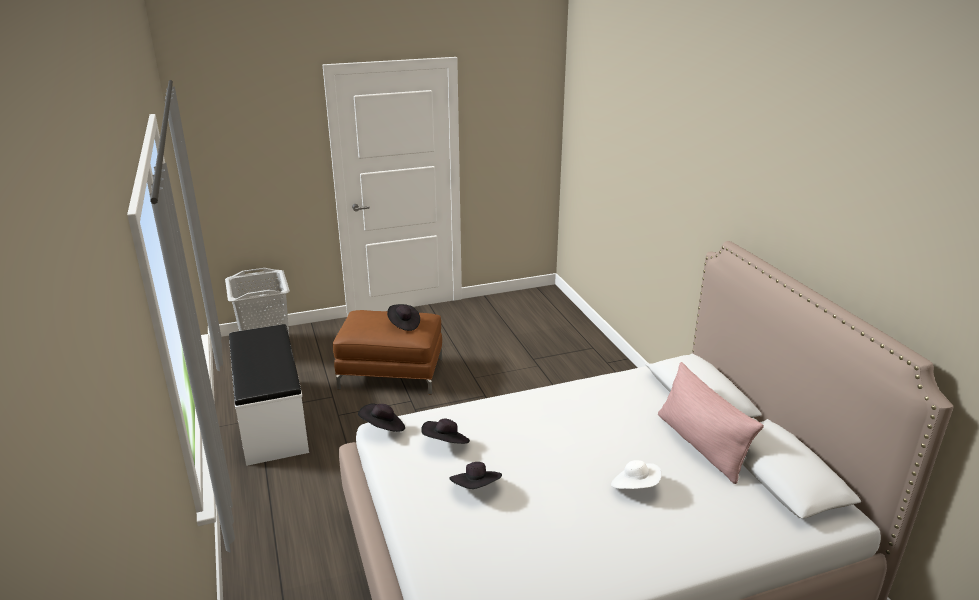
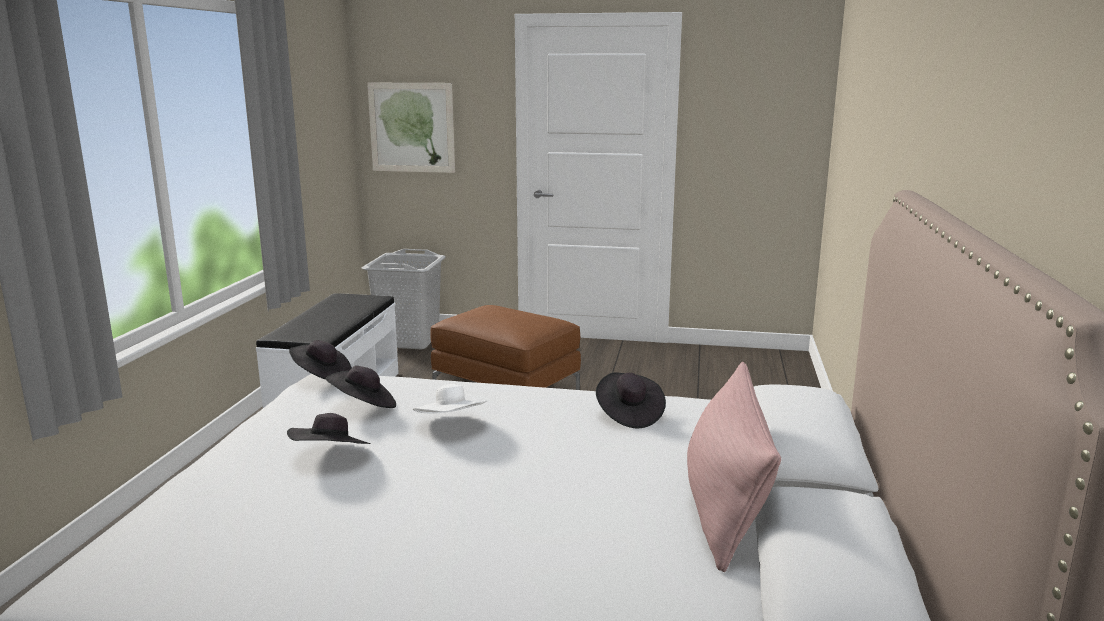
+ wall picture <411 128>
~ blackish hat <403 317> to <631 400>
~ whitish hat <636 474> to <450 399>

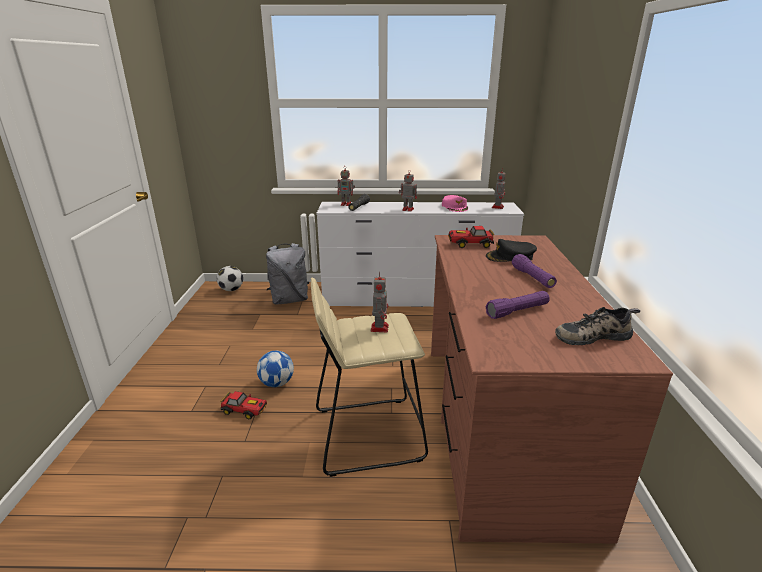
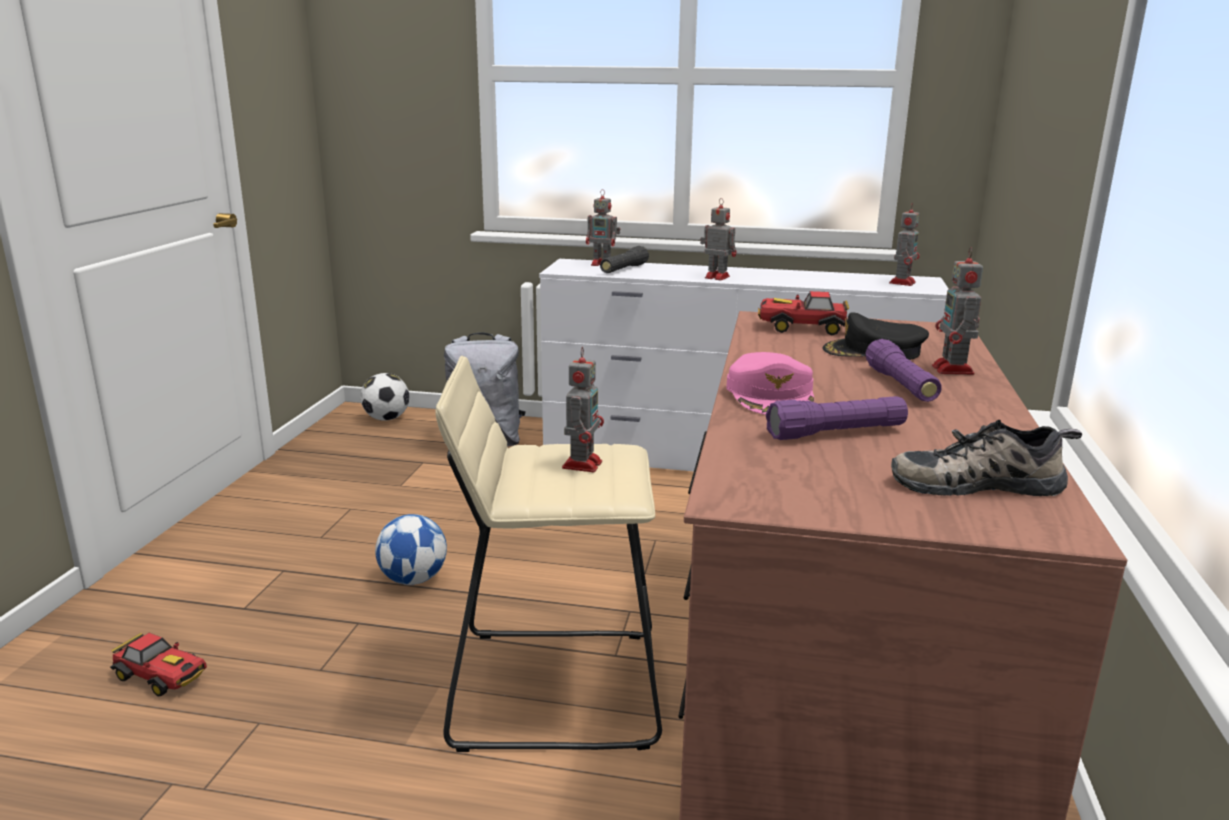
+ toy robot <957 311>
~ miniature car <243 405> to <158 664>
~ pink baseball cap <455 203> to <770 383>

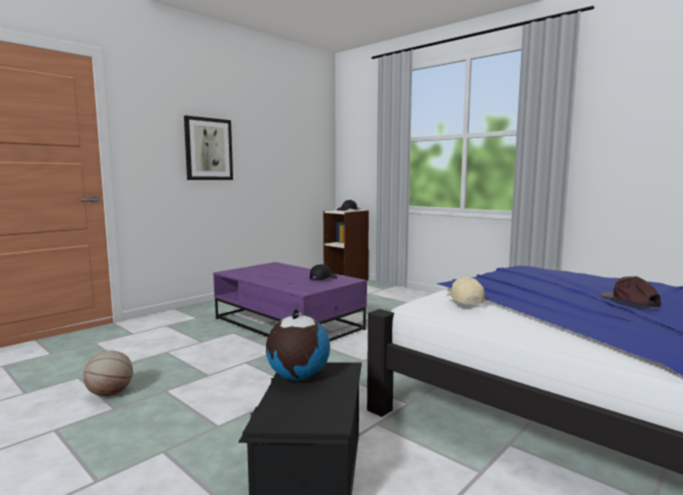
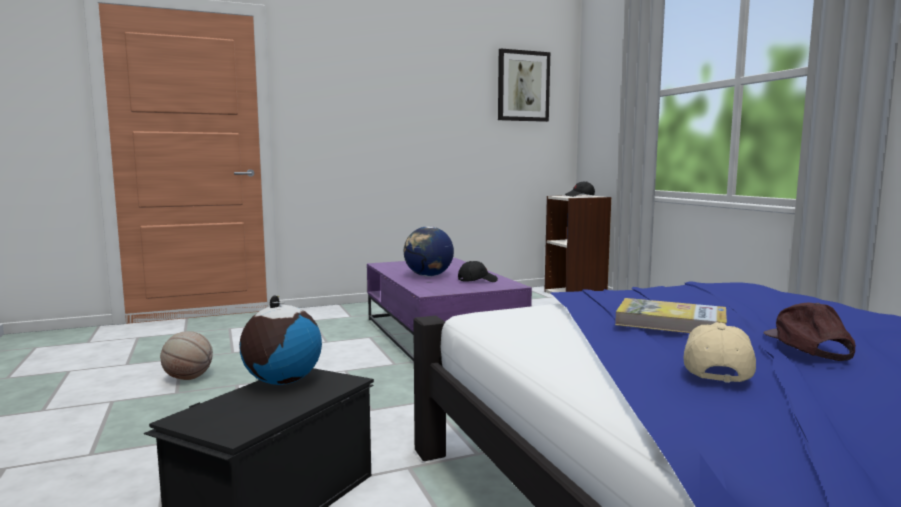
+ world globe <429 251>
+ book <671 315>
~ wall picture <208 148> to <524 85>
~ beige baseball cap <465 290> to <720 352>

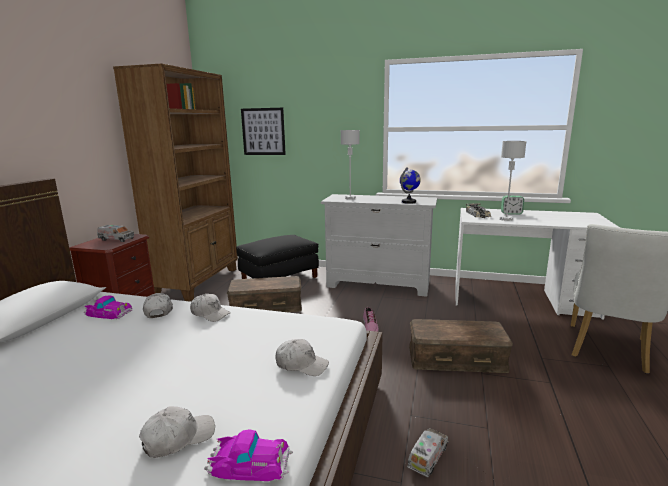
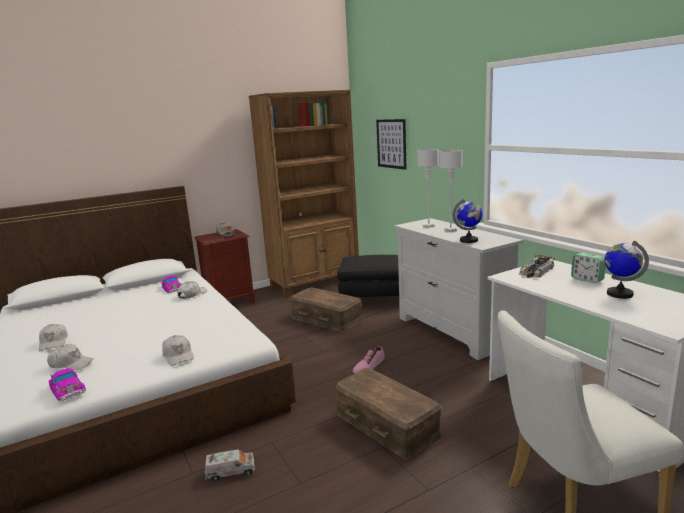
+ world globe <627 270>
~ whitish baseball cap <210 308> to <53 337>
~ grey tabletop lamp <512 181> to <451 191>

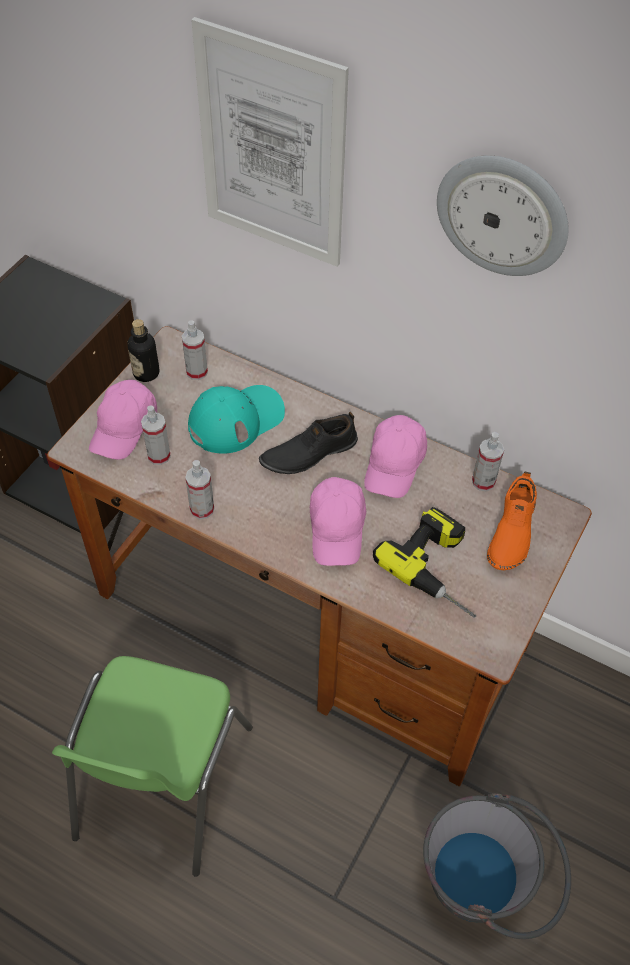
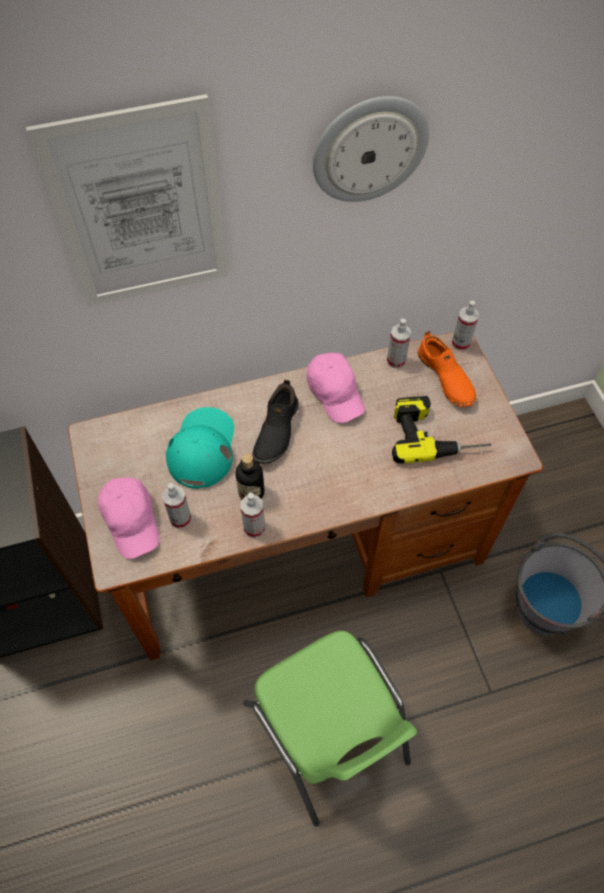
- pink baseball cap <338 521>
~ bottle <143 350> to <250 476>
~ sprayer <195 350> to <465 326>

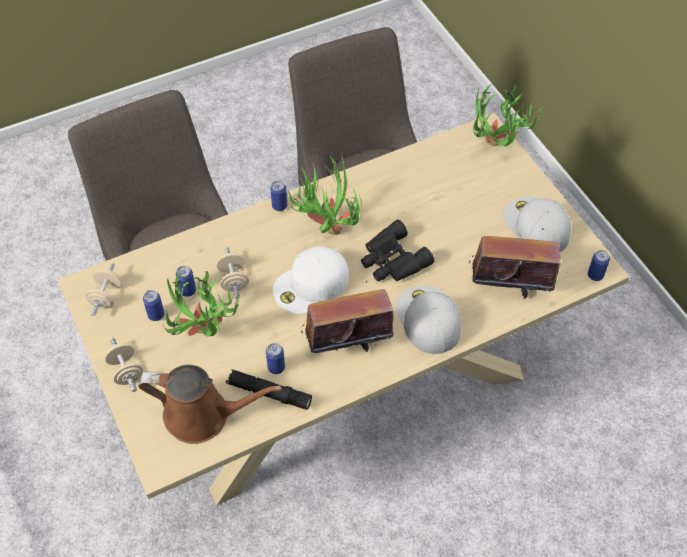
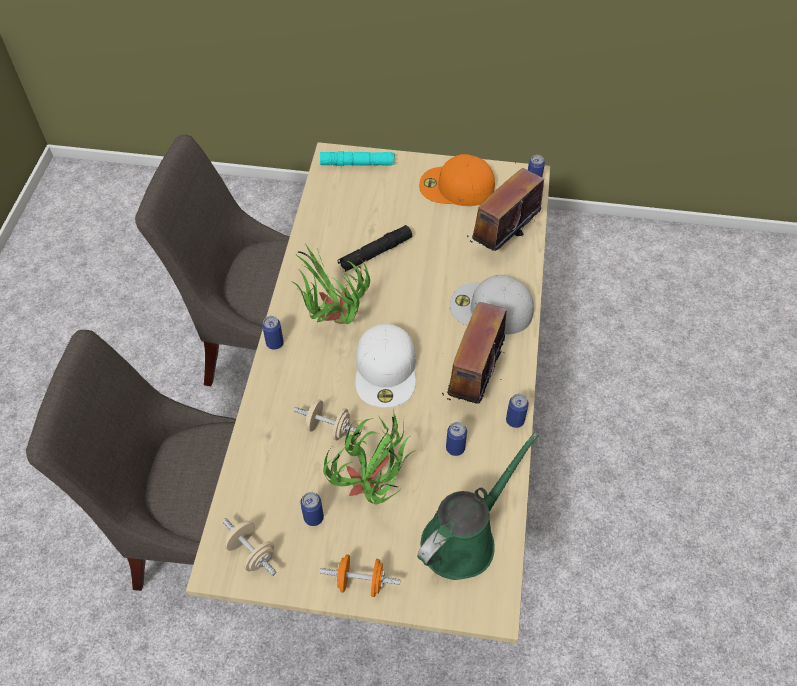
- blackish field glasses <397 250>
~ metal can <186 281> to <517 411>
~ blackish hand torch <269 389> to <375 248>
~ plant in a pot <507 115> to turquoise hand torch <357 158>
~ beige dumbbell <123 365> to orange dumbbell <360 575>
~ brown sprinkling can <210 404> to green sprinkling can <478 506>
~ whitish baseball cap <537 224> to orange baseball cap <457 180>

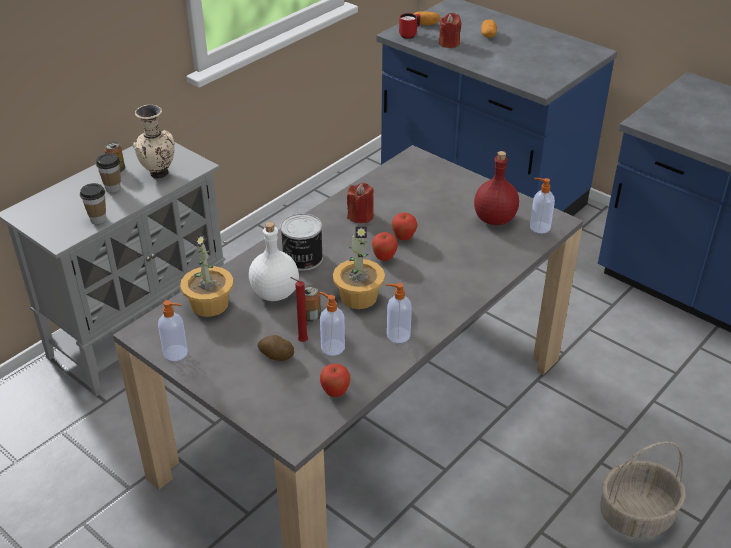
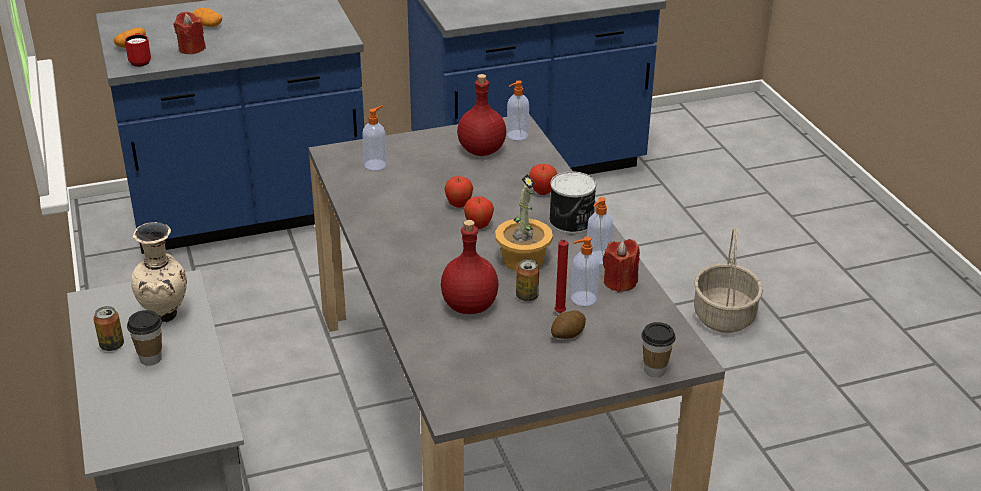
- plant in a pot <206 275>
~ small cup <93 203> to <658 349>
~ liquid soap bottle <173 330> to <374 138>
~ metal can <301 242> to <572 202>
~ apple <335 380> to <543 179>
~ red candle <360 203> to <621 265>
~ whitish bottle <274 261> to red bottle <470 267>

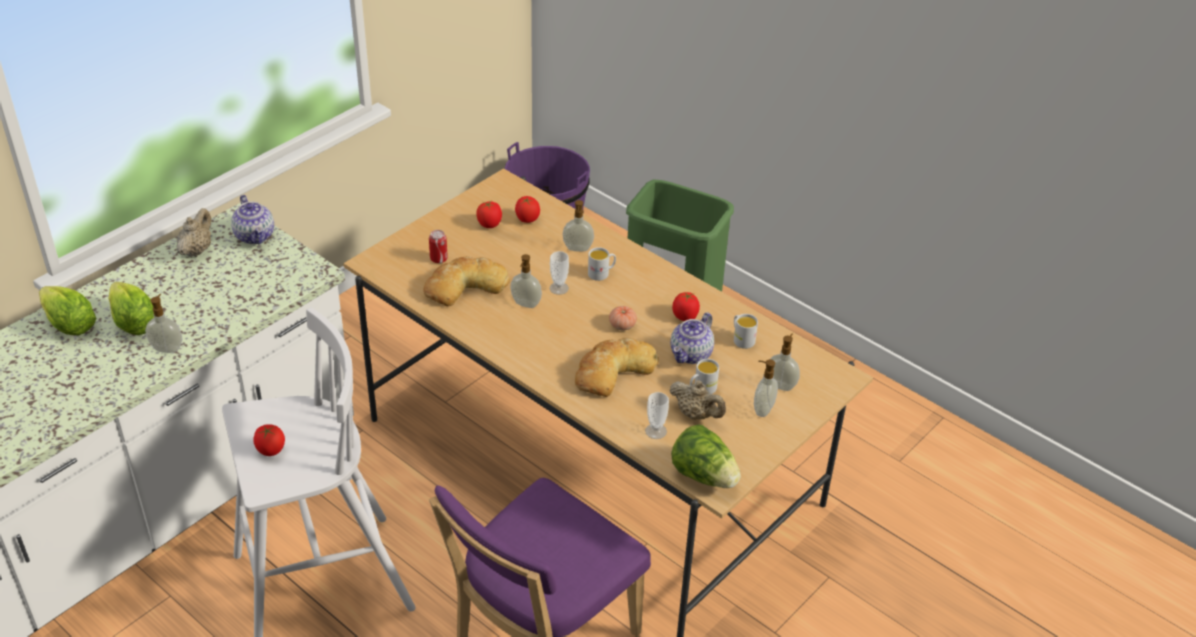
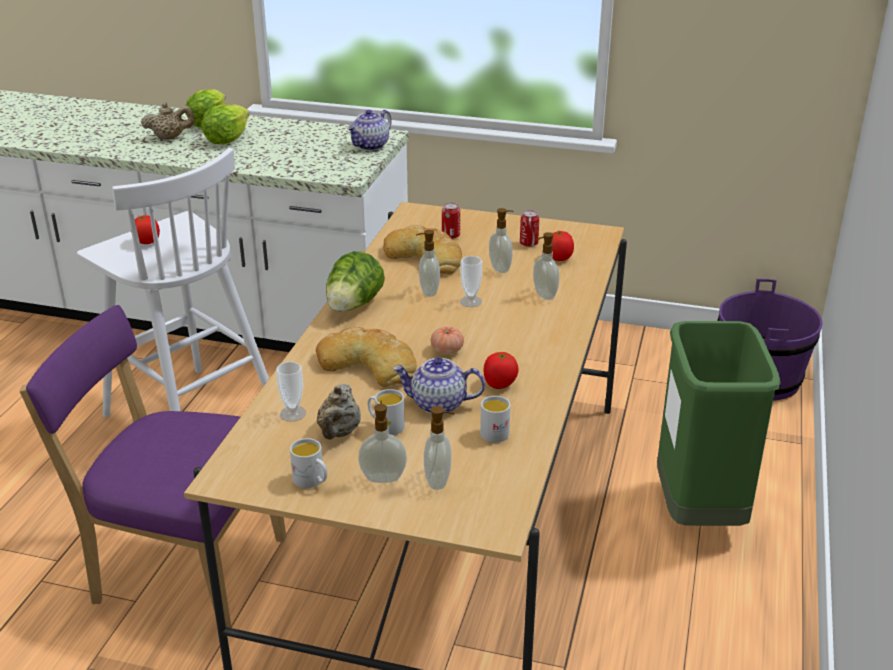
~ liquid soap bottle <163 323> to <501 240>
~ beige teapot <194 232> to <168 121>
~ whitish mug <602 264> to <308 463>
~ lettuce head <706 456> to <355 281>
~ tomato <489 214> to metal can <529 228>

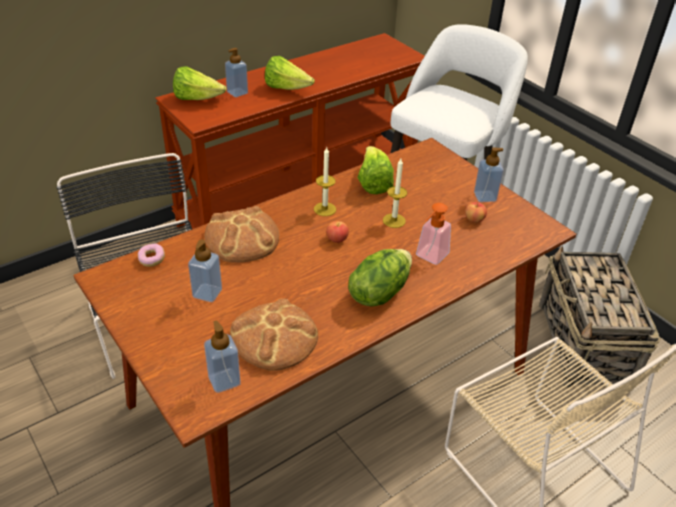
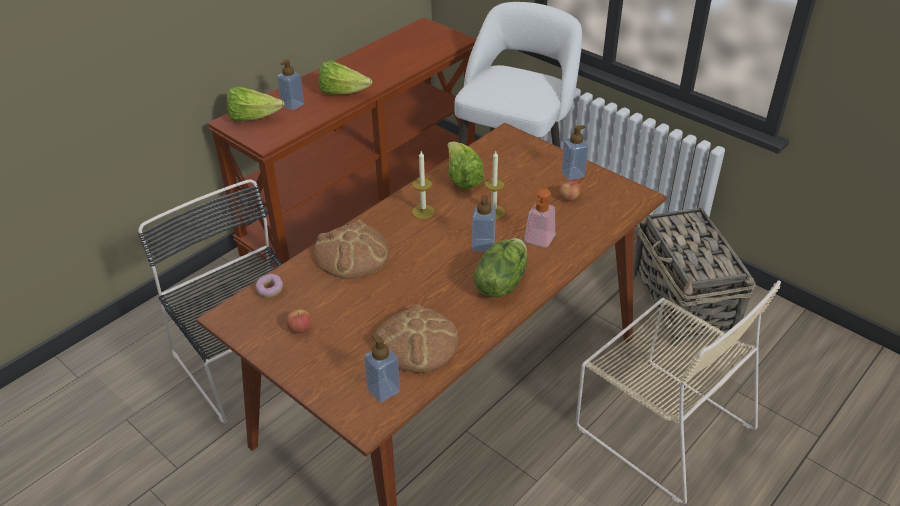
~ liquid soap bottle <205 271> to <484 223>
~ apple <337 232> to <299 321>

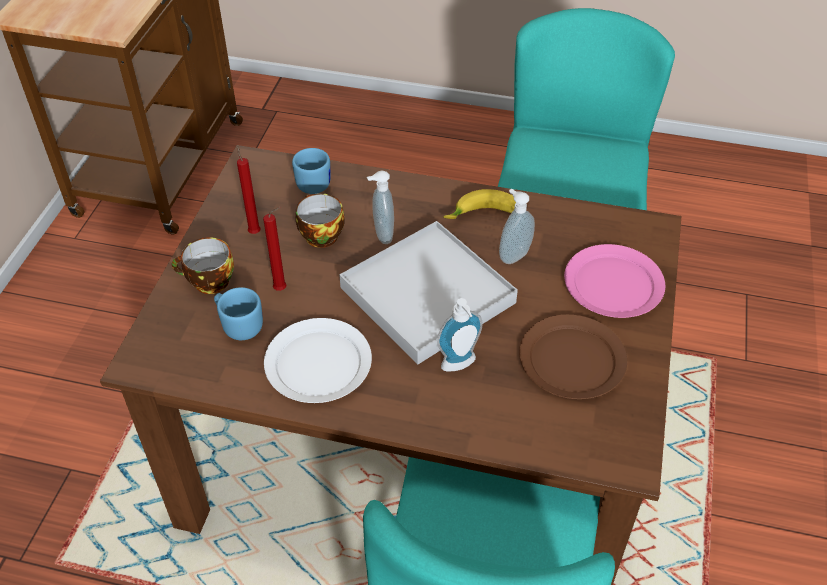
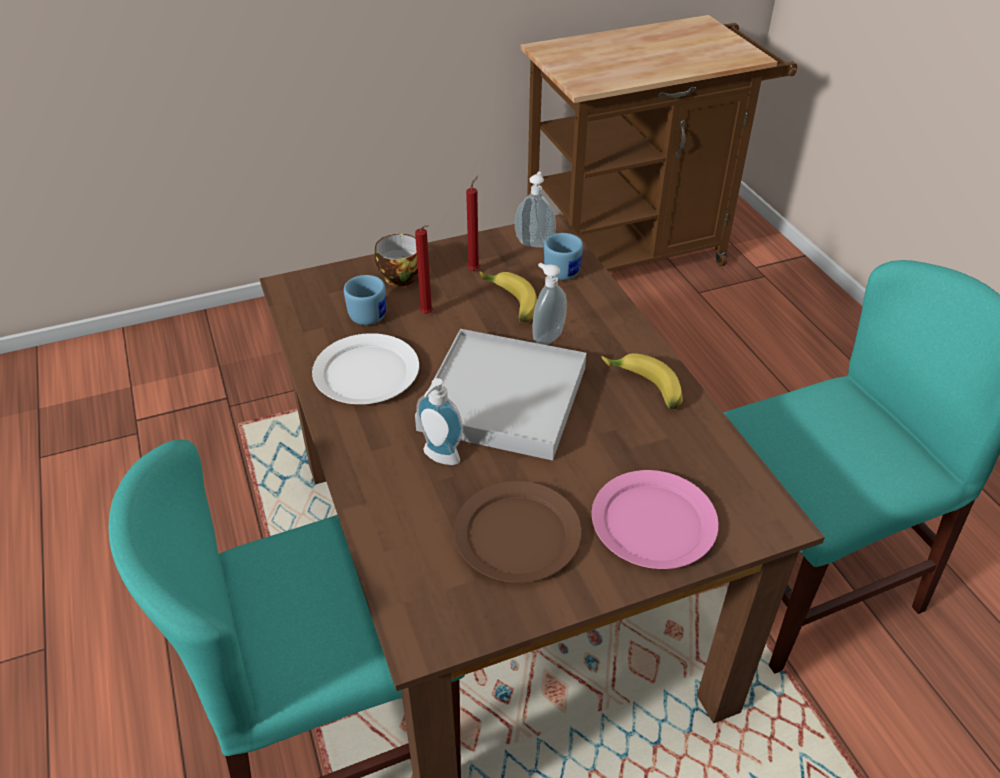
~ liquid soap bottle <517 226> to <535 209>
~ small cup <320 220> to banana <508 297>

